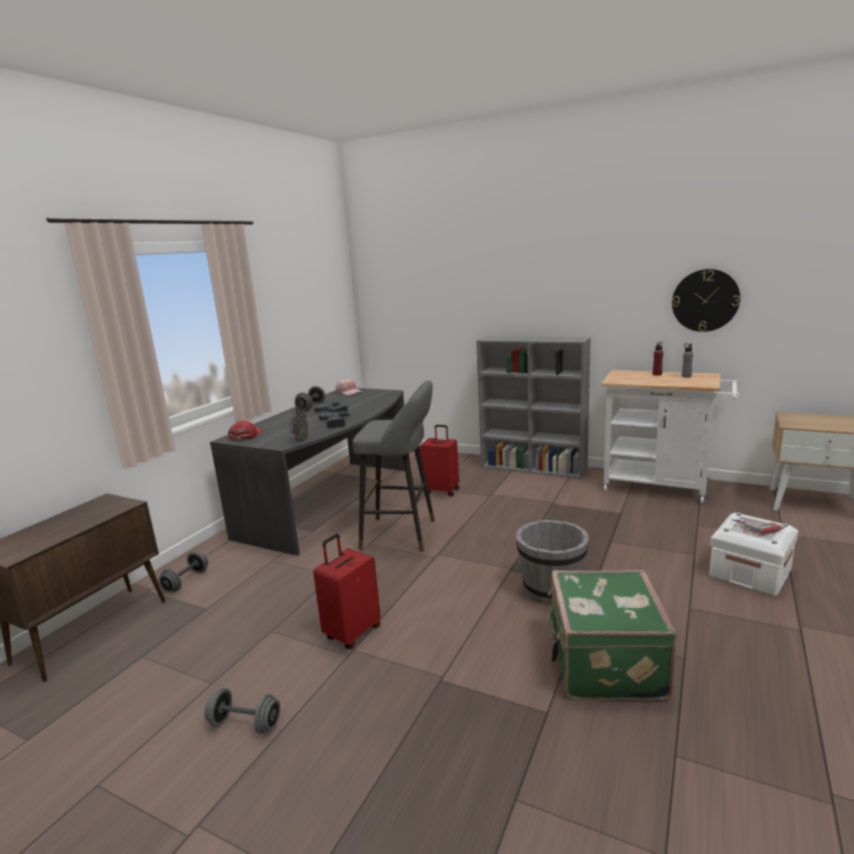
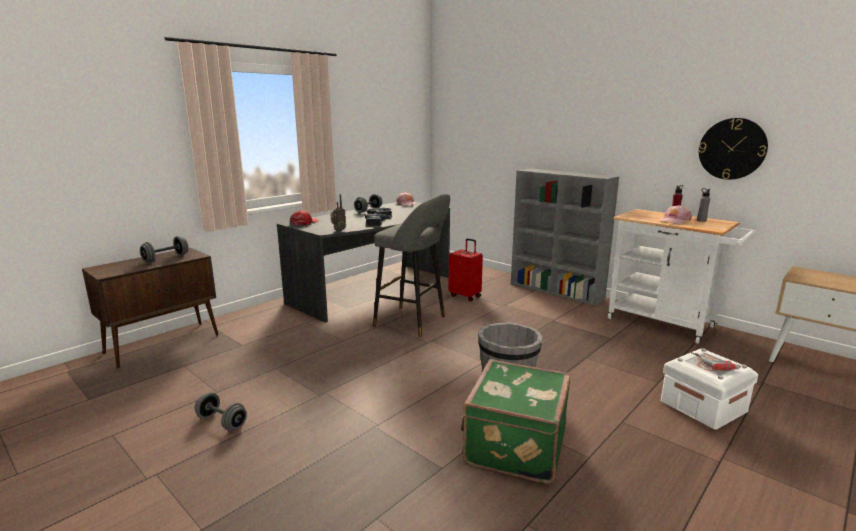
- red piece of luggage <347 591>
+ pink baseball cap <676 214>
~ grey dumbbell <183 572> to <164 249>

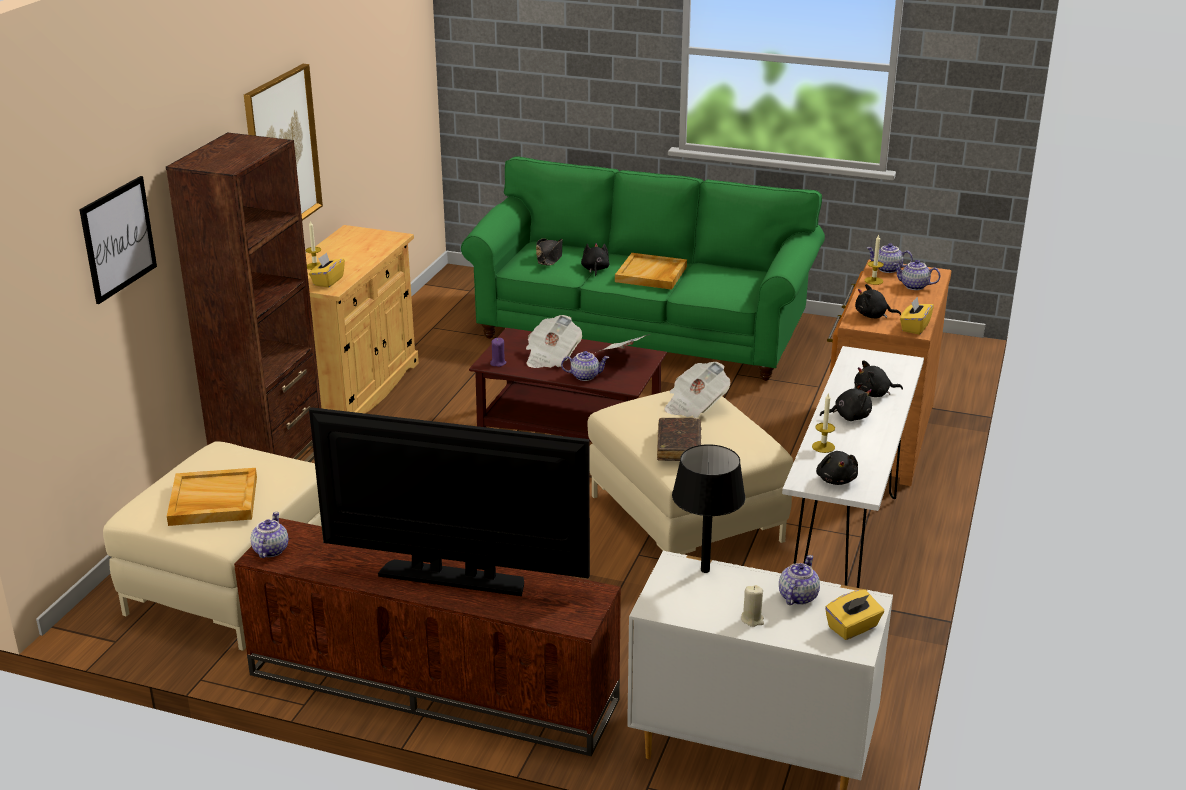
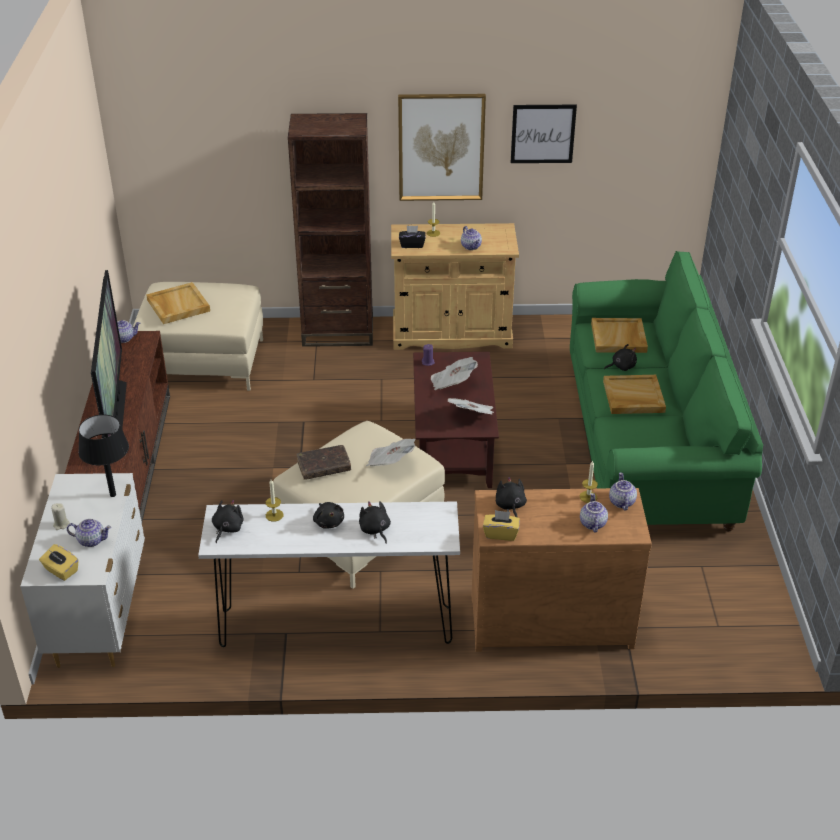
~ wall picture <118 240> to <544 134>
~ teapot <585 366> to <471 238>
~ blackish hat <549 251> to beige serving tray <619 335>
~ yellowish tissue box <327 270> to blackish tissue box <412 237>
~ blackish cuddly toy <837 468> = <228 521> 135 degrees clockwise

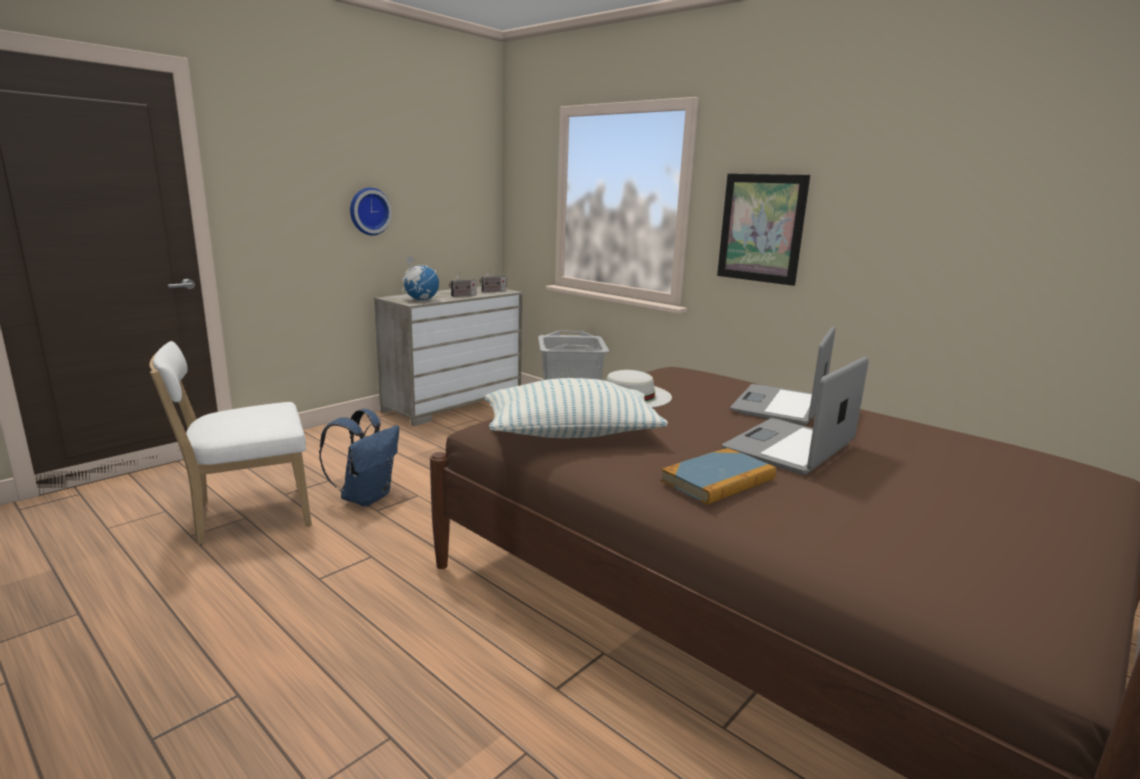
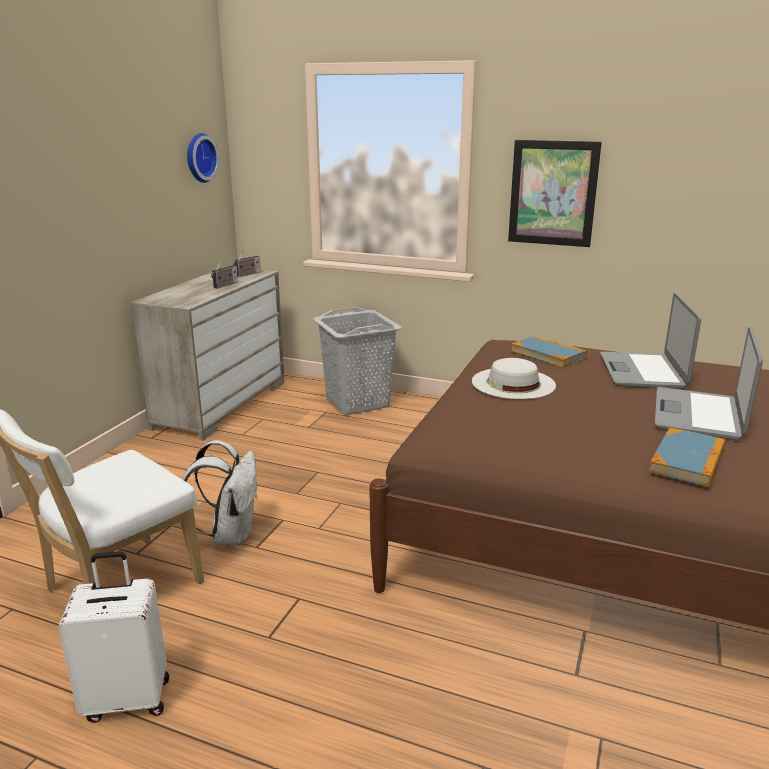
- world globe <420 277>
- pillow <576 408>
+ whitish piece of luggage <113 637>
+ book <549 352>
~ hanging clock <371 211> to <203 158>
~ blue knapsack <359 458> to whitish knapsack <220 493>

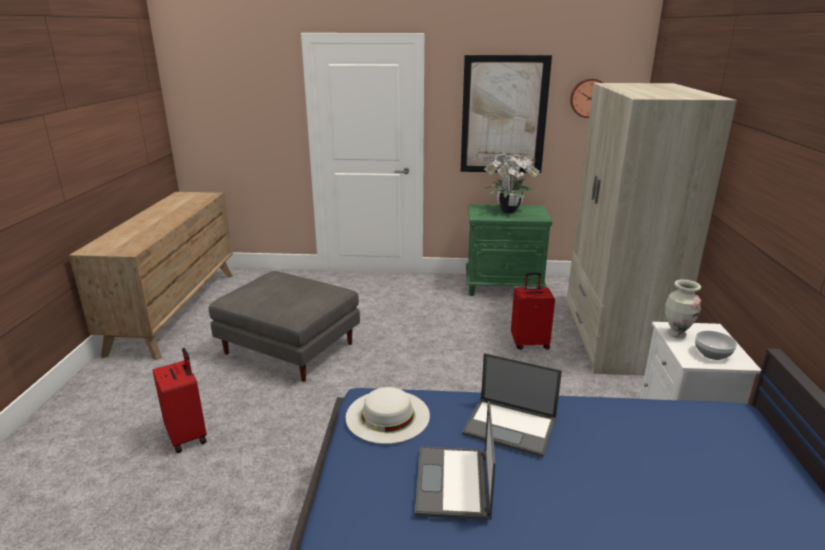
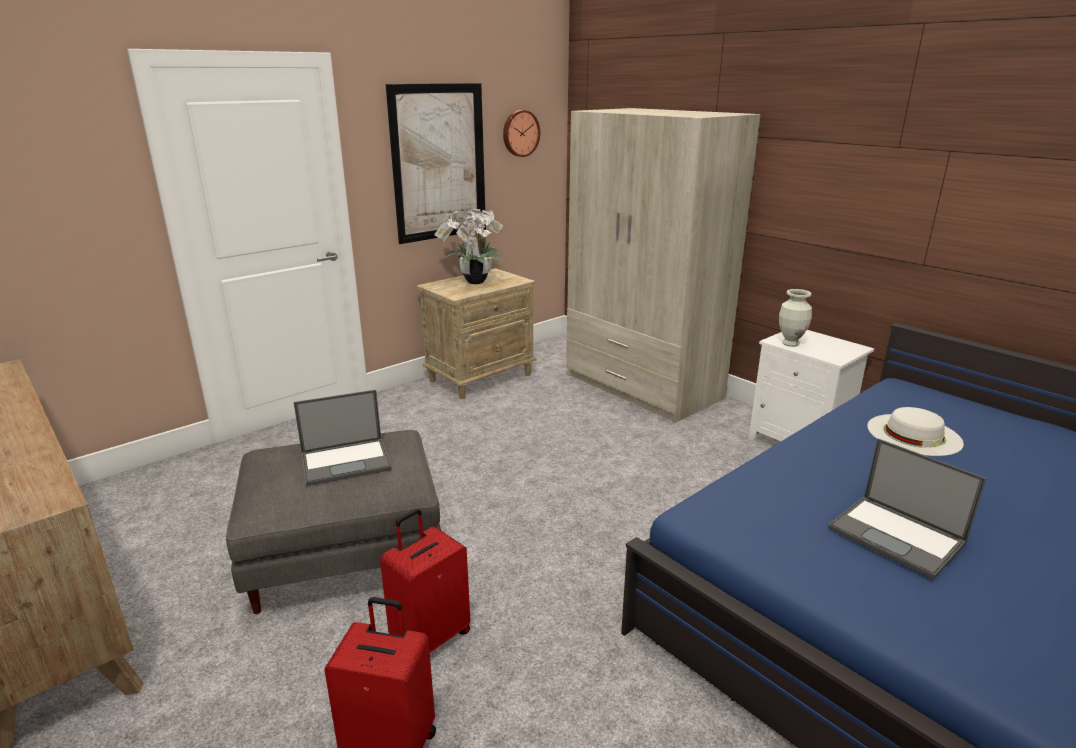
- bowl <716 345>
~ whitish hat <388 415> to <915 431>
~ portable computer <512 405> to <343 438>
~ red piece of luggage <533 311> to <425 581>
~ green nightstand <509 250> to beige nightstand <477 333>

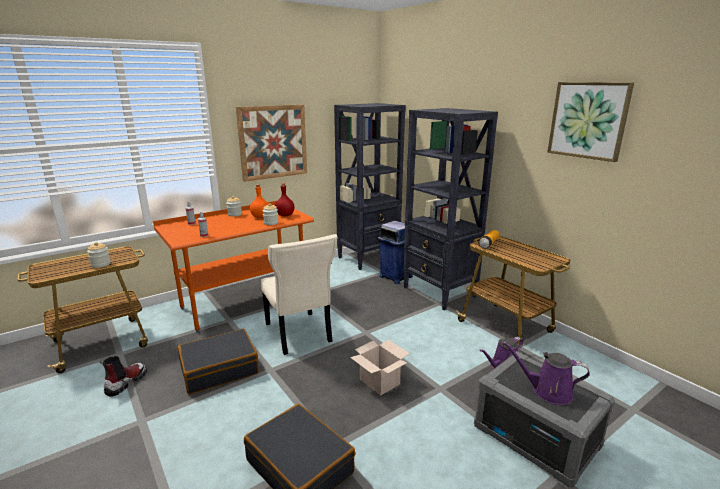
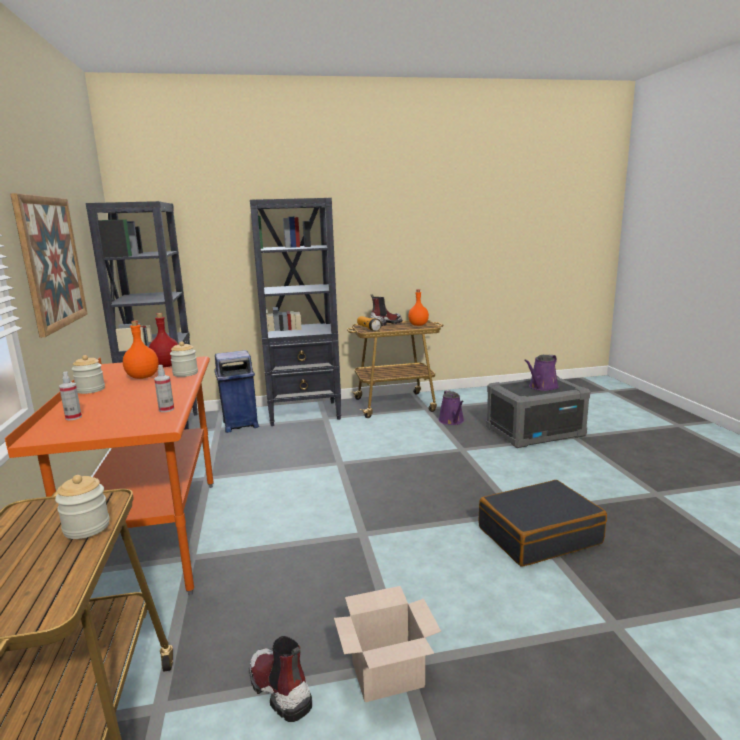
- blackish piece of luggage <218 361>
- beige plain chair <299 294>
- wall picture <590 122>
+ high-top boot <386 310>
+ orange bottle <418 307>
~ carton <380 368> to <387 644>

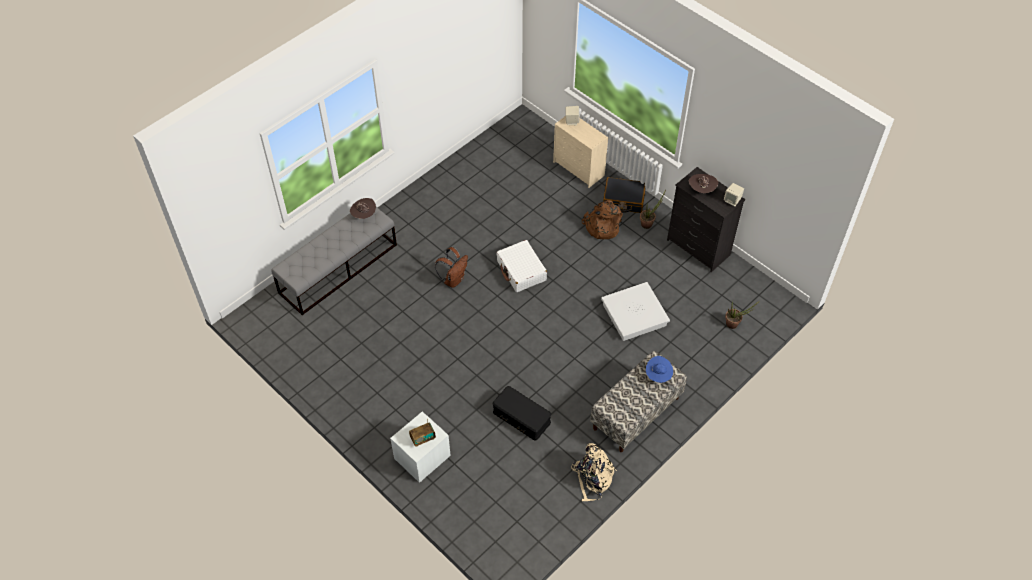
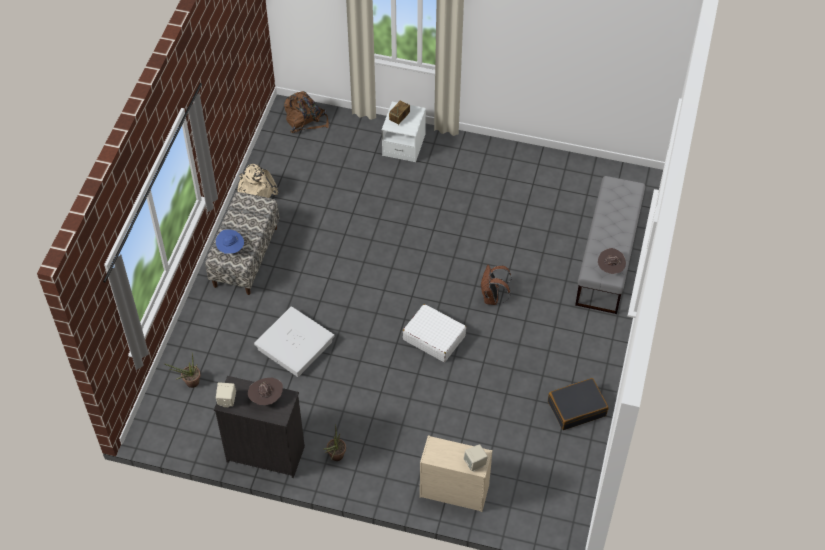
- blackish storage bin <521 413>
~ brown knapsack <602 219> to <306 112>
~ blackish piece of luggage <624 195> to <578 404>

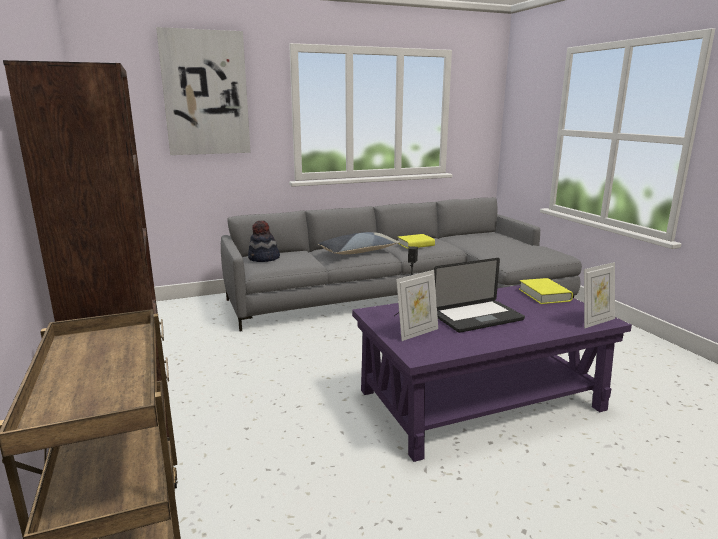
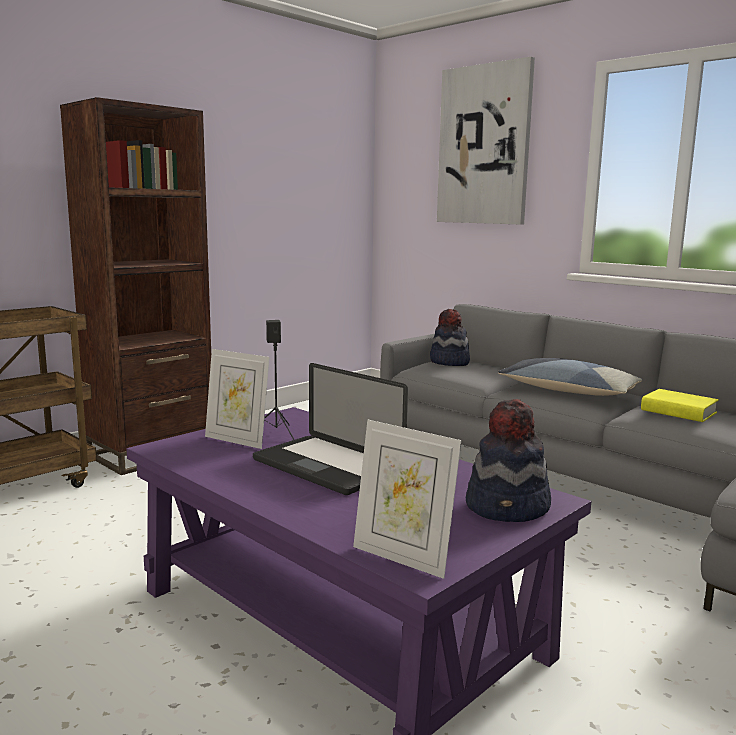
~ yellowish book <546 291> to hat <508 460>

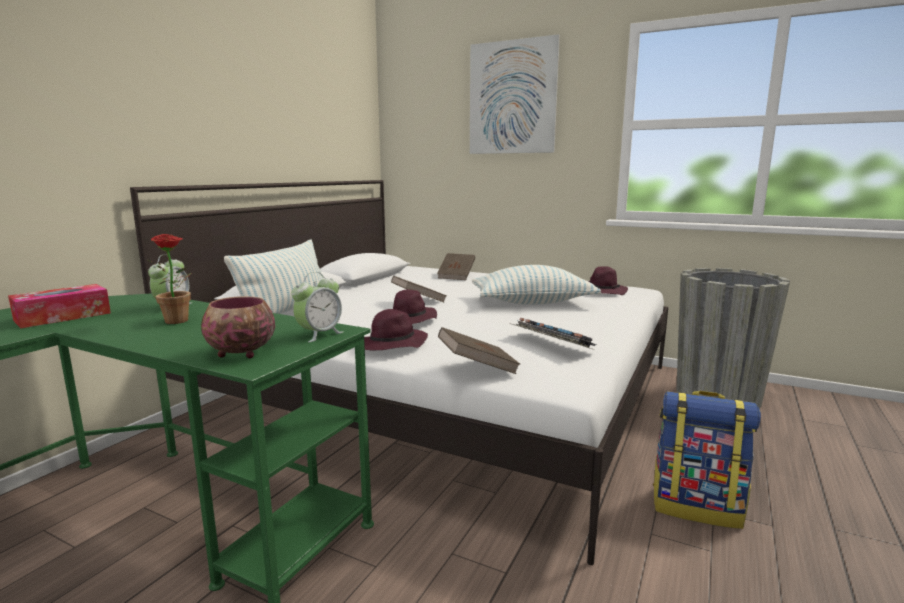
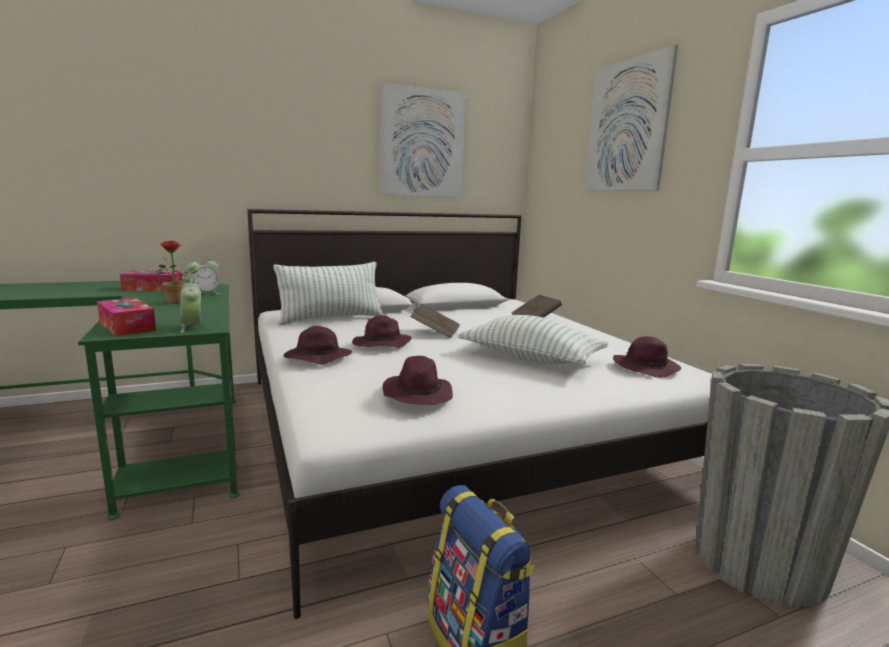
- brown book <479 350>
+ wall picture <423 140>
~ bowl <238 327> to tissue box <126 317>
~ PC keyboard <554 333> to purple hat <417 380>
~ bedside clock <317 307> = <190 305> 75 degrees clockwise

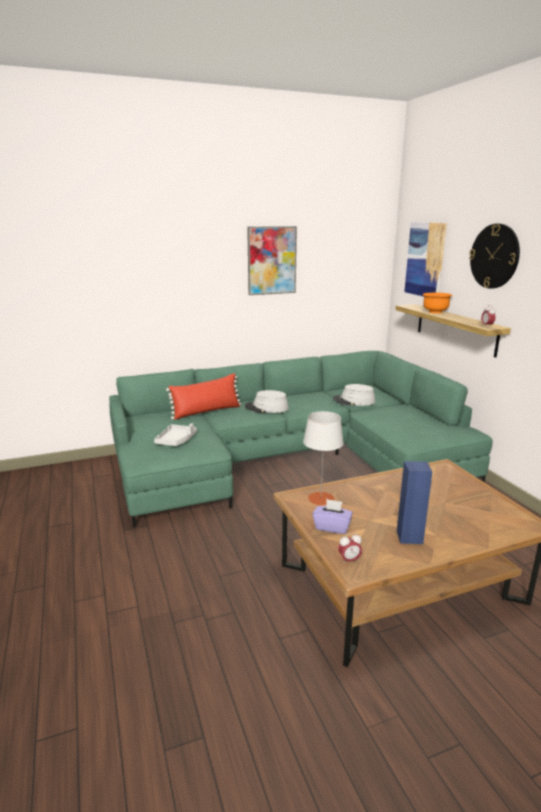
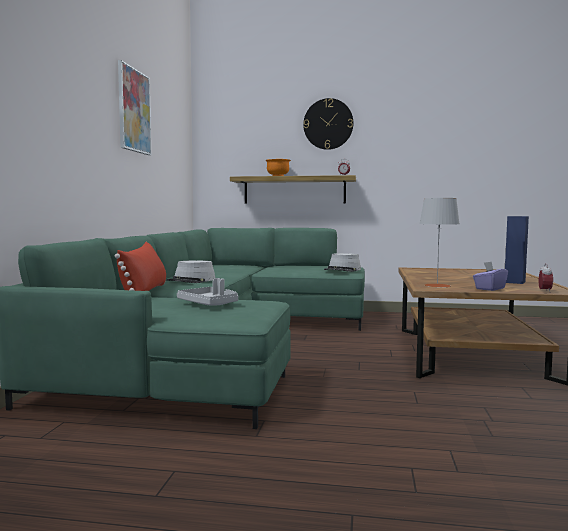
- wall picture <425 259>
~ grey hat <354 395> to <342 262>

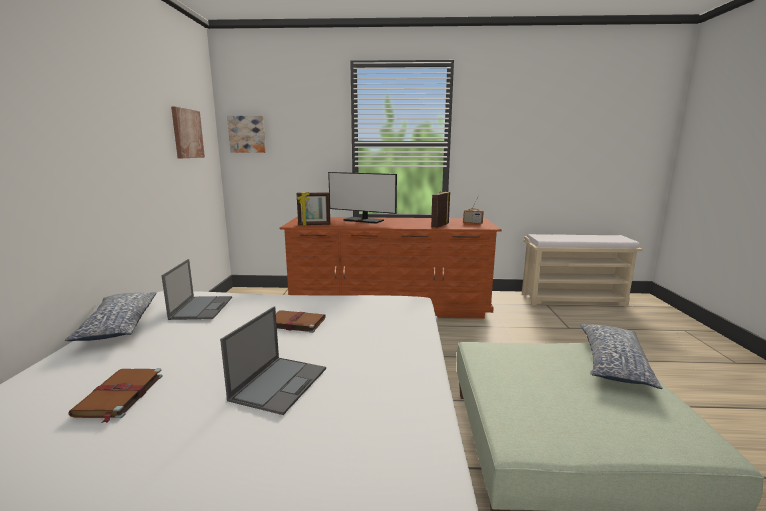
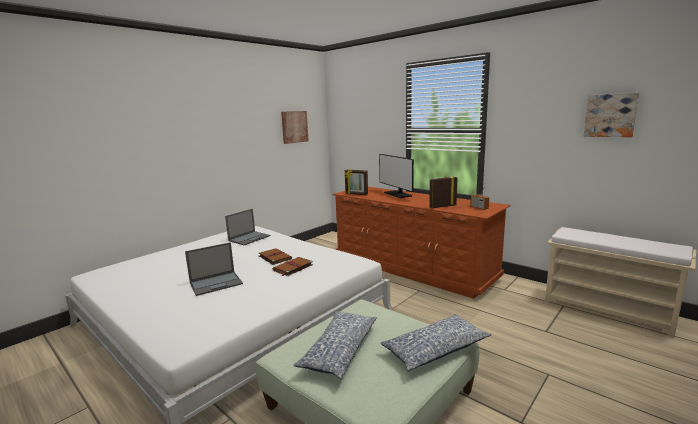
~ pillow <111 316> to <335 345>
~ brown book <115 396> to <292 267>
~ wall picture <246 134> to <611 115>

